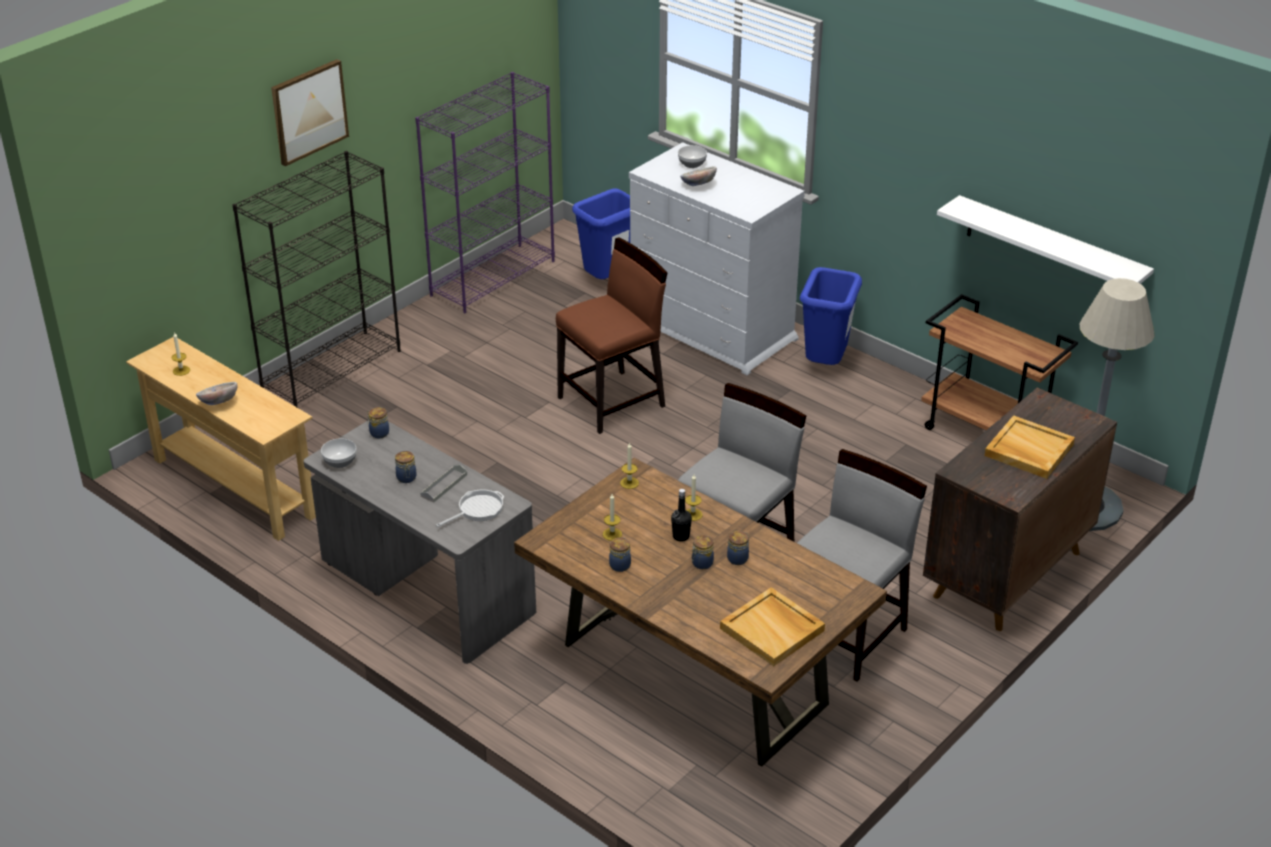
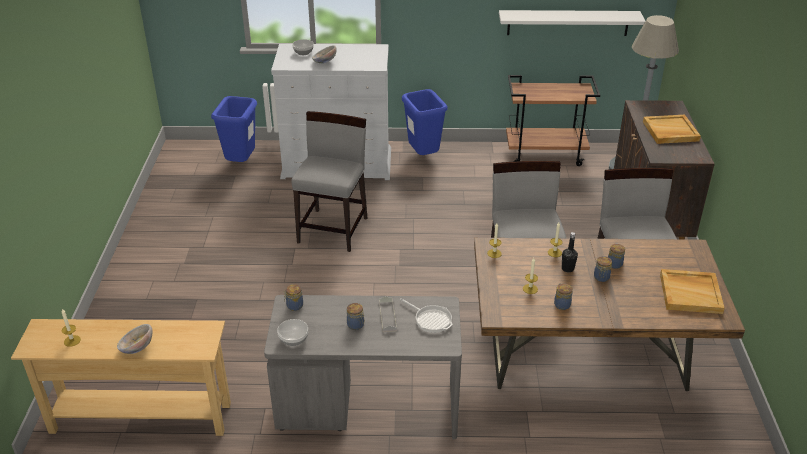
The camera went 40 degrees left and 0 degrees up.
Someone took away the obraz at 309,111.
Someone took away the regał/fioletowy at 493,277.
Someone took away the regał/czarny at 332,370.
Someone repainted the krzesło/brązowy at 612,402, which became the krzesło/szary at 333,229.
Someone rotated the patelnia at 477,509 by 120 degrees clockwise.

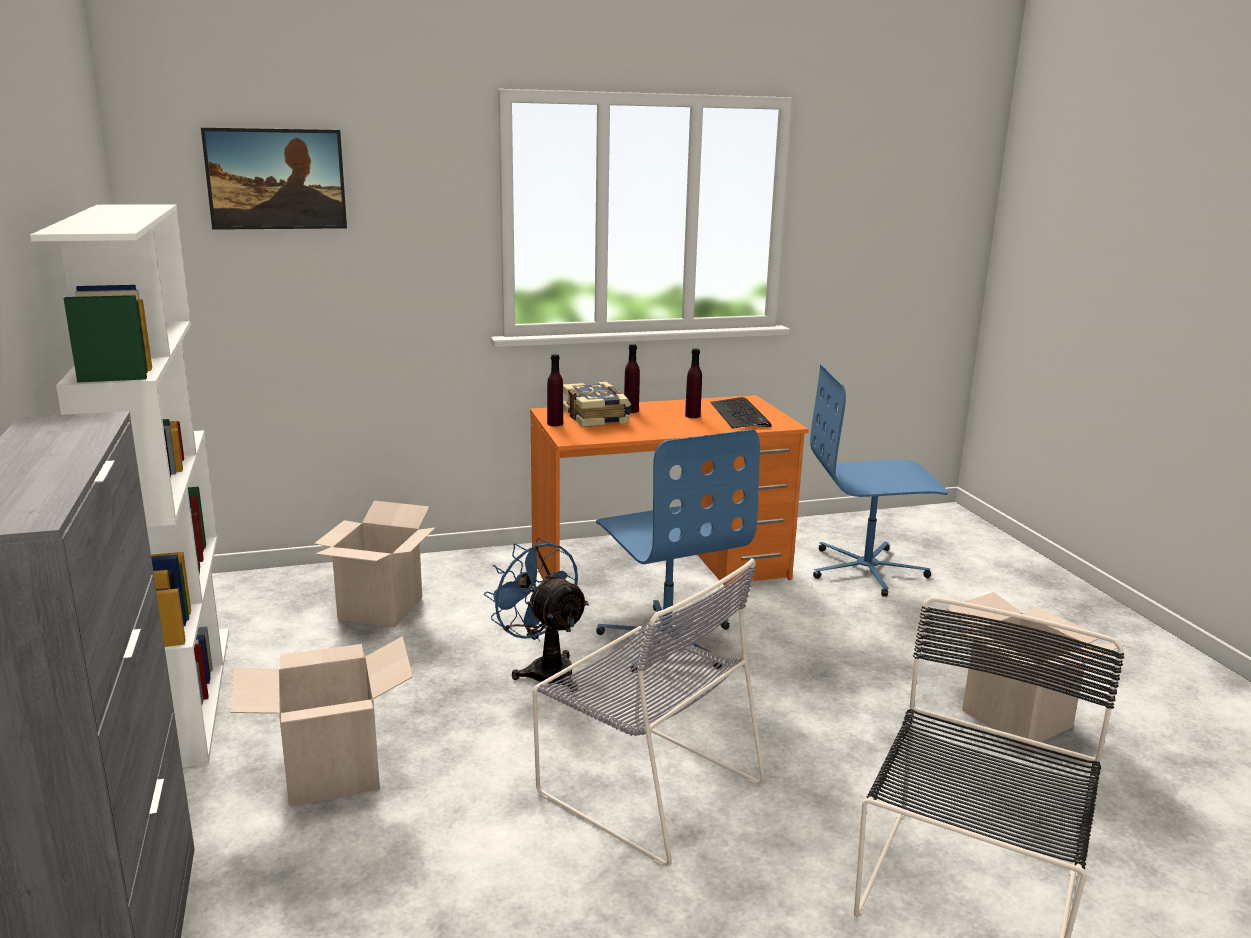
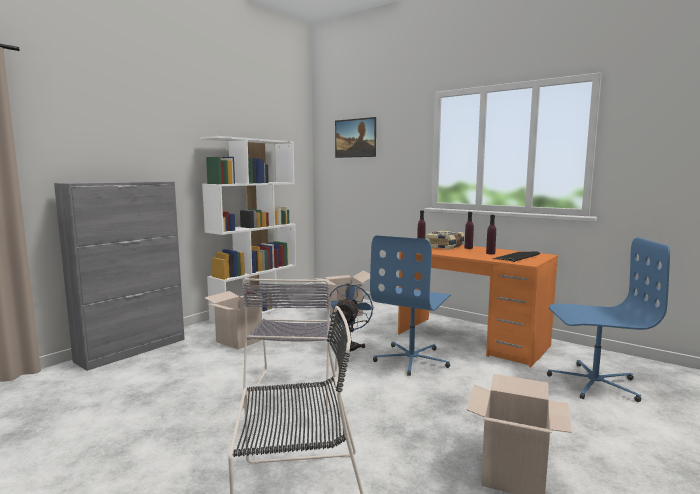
The camera went 55 degrees right and 10 degrees down.
Someone rotated the krzesło biurowe/niebieski at 867,570 by 135 degrees clockwise.

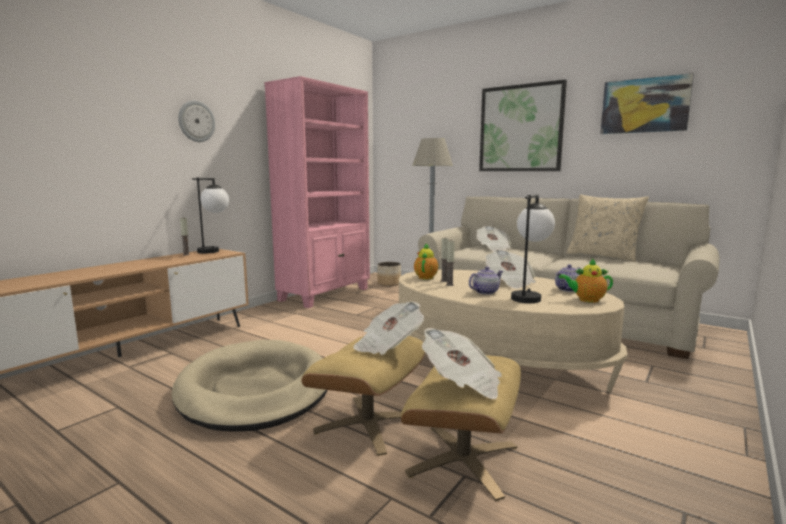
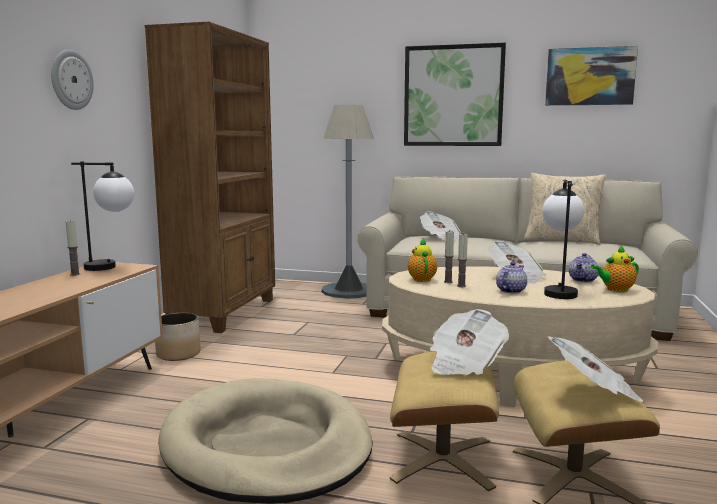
The camera went 20 degrees left and 0 degrees up.
Someone repainted the regał/różowy at 325,294, which became the regał/brązowy at 225,312.
Someone carried the donica from 389,284 to 179,354.

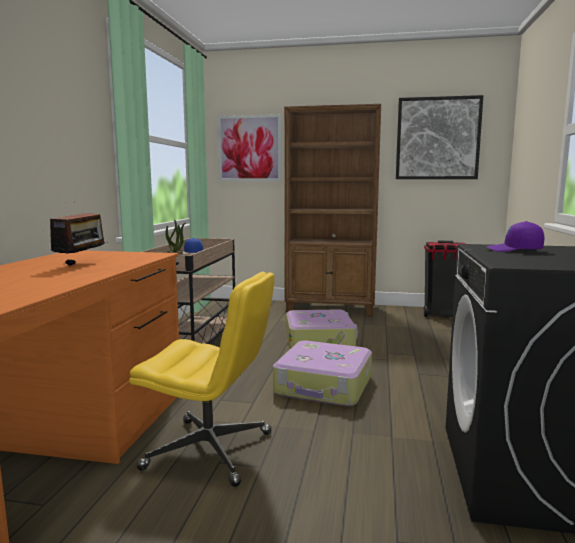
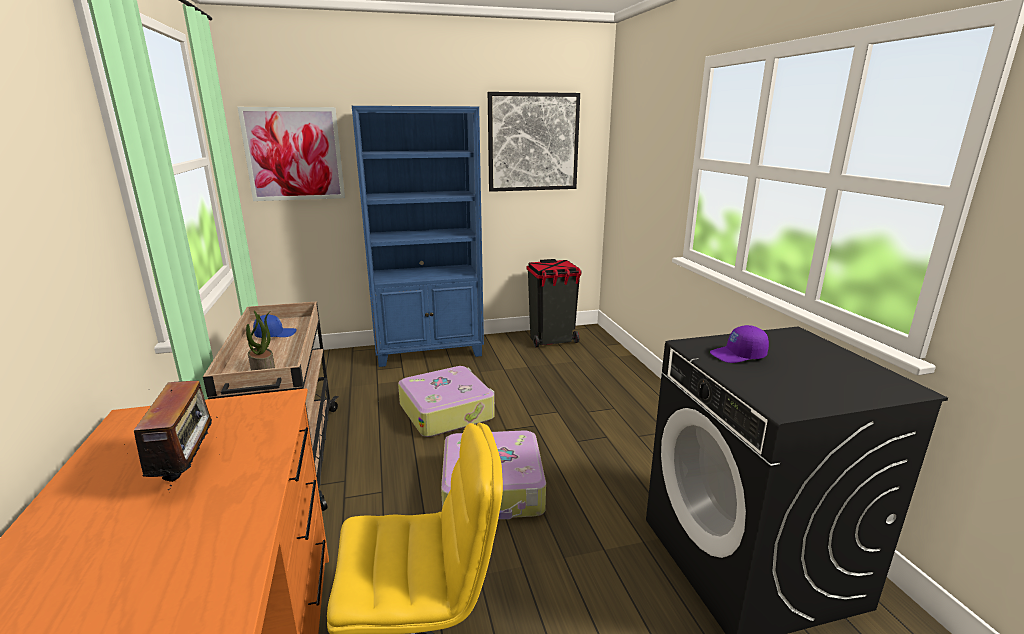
The camera went 25 degrees left and 10 degrees up.
Someone repainted the regał/brązowy at 331,309, which became the regał/niebieski at 429,351.

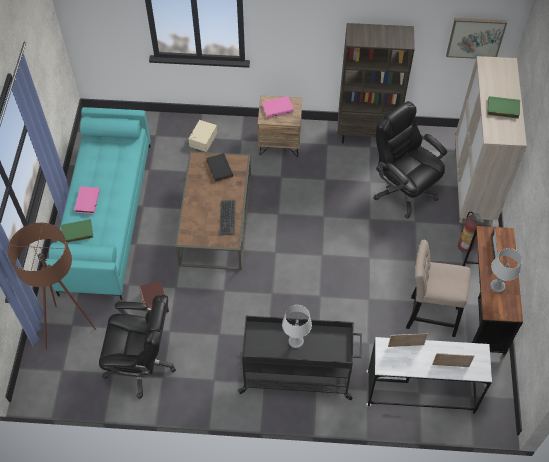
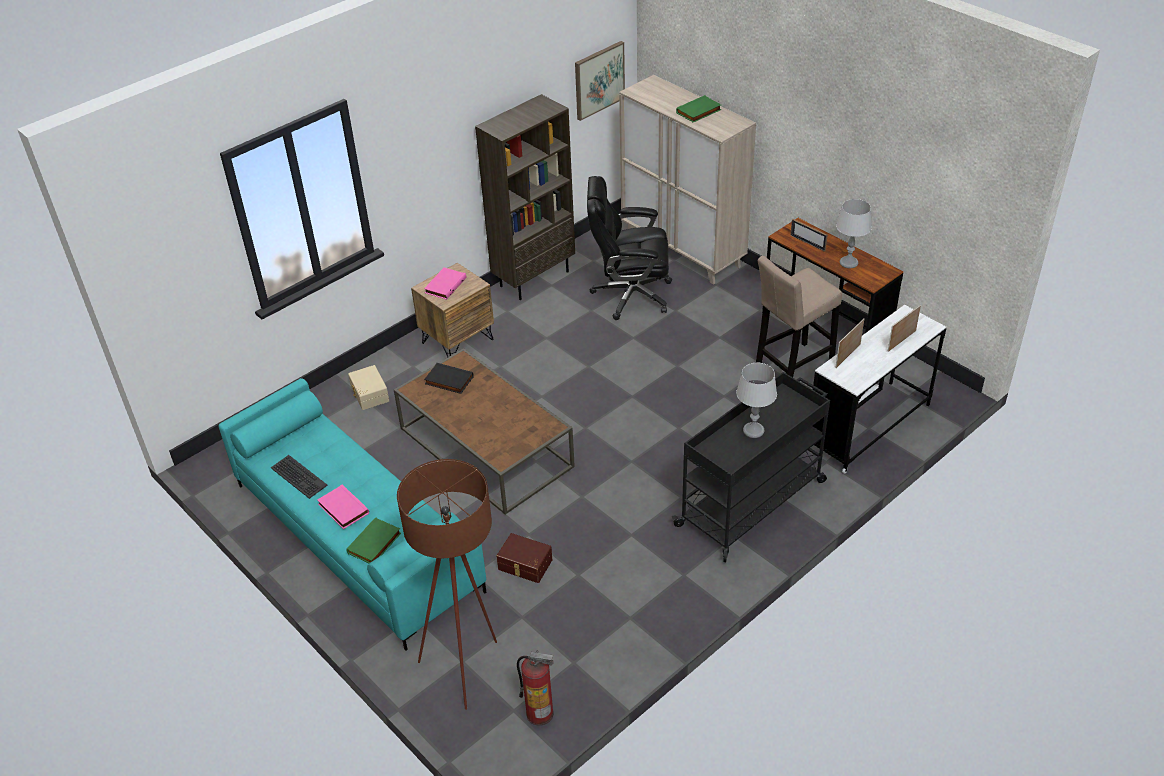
The camera went 45 degrees left and 15 degrees down.
Someone carried the klawiatura from 227,217 to 298,477.
Someone carried the gaśnica from 465,246 to 540,713.
Someone took away the krzesło biurowe/czarny at 141,363.

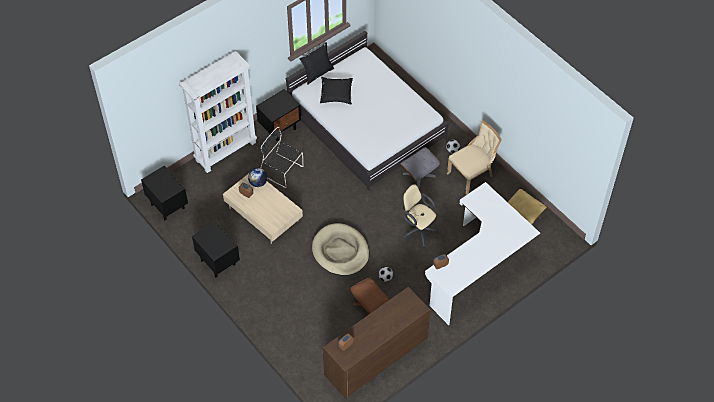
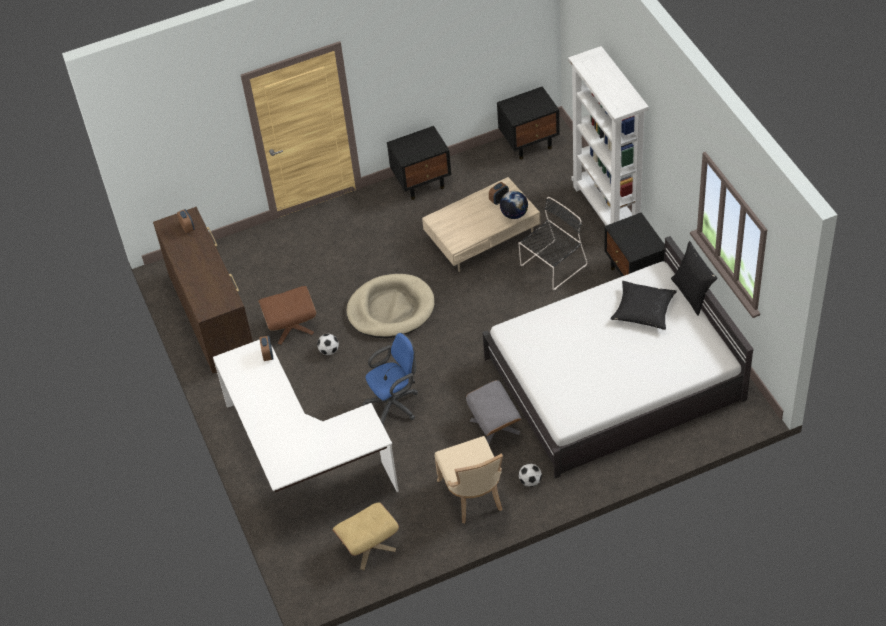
The camera went 110 degrees right and 5 degrees down.
Someone repainted the krzesło biurowe/beżowy at 418,229, which became the krzesło biurowe/niebieski at 395,404.

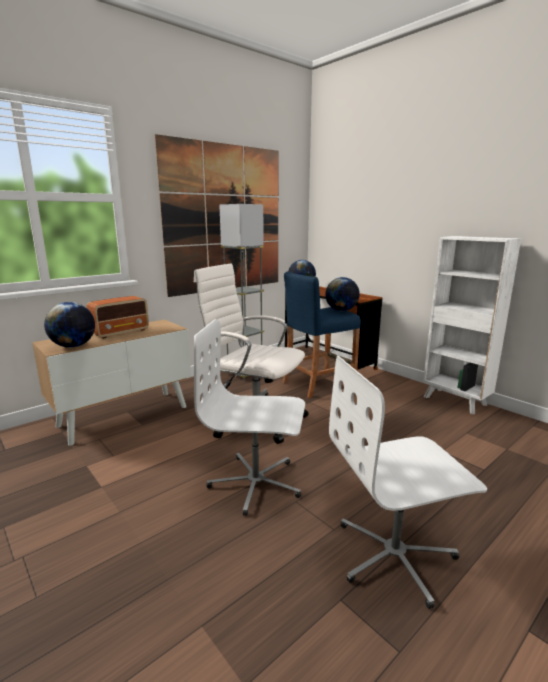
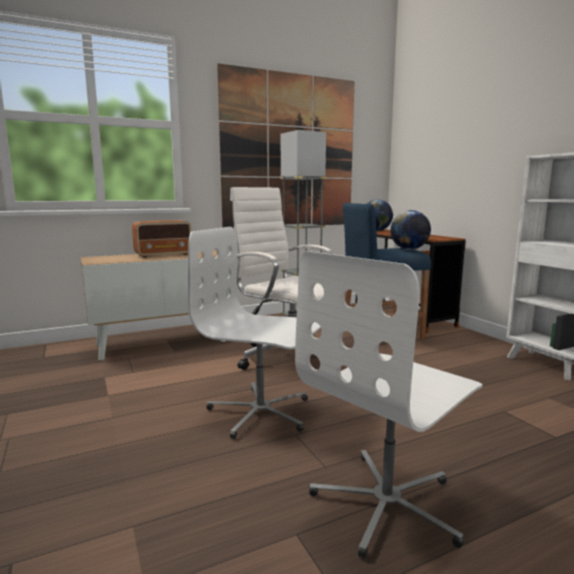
The camera went 15 degrees right and 5 degrees down.
Someone took away the globus at 73,346.
Someone rotated the krzesło biurowe/biały at 395,555 by 45 degrees counterclockwise.

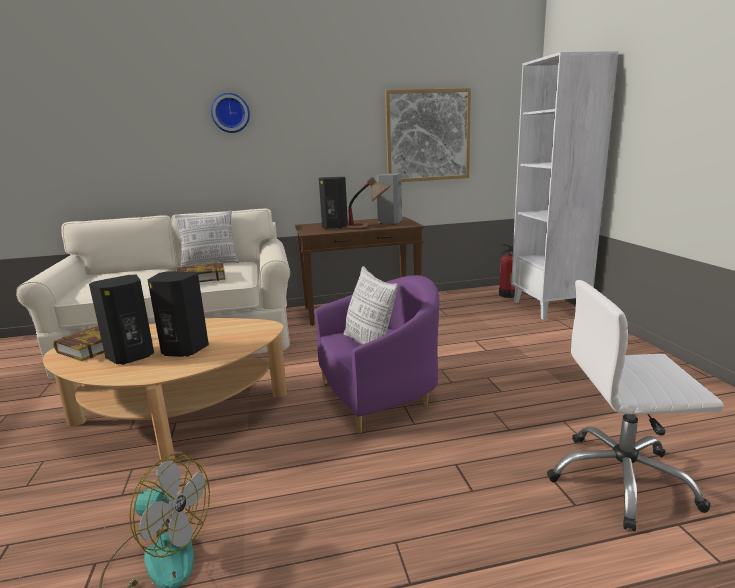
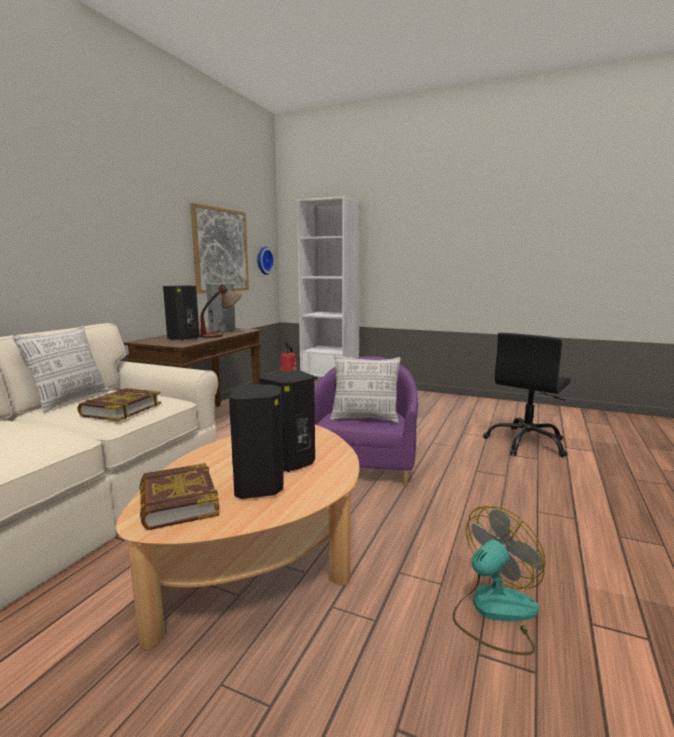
The camera went 55 degrees left and 5 degrees down.
Someone carried the zegar ścienny from 230,113 to 263,260.
Someone repainted the krzesło biurowe/biały at 621,480, which became the krzesło biurowe/czarny at 526,443.

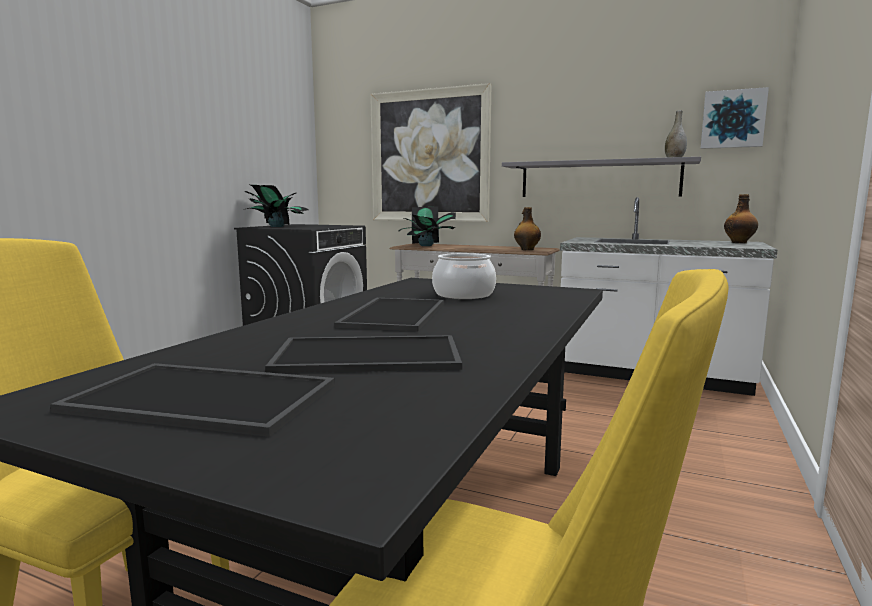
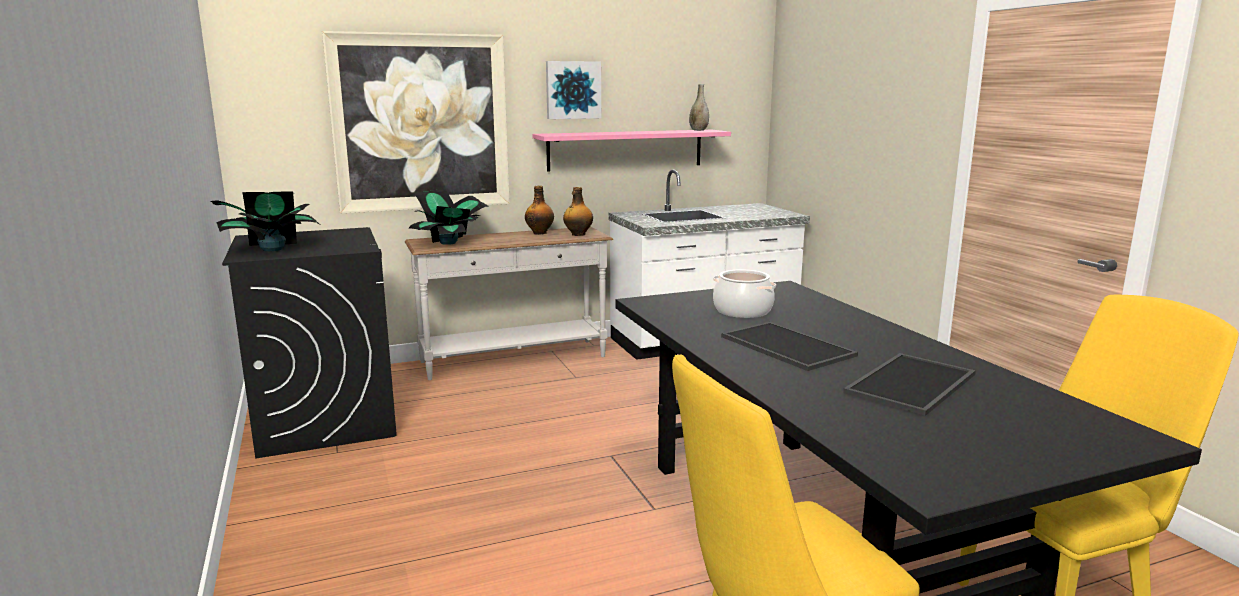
The camera went 45 degrees left and 5 degrees up.
Someone carried the obraz from 733,119 to 573,90.
Someone repainted the półka/szary at 598,179, which became the półka/różowy at 626,149.
Someone carried the butelka from 739,242 to 540,233.
Someone took away the taca at 207,396.

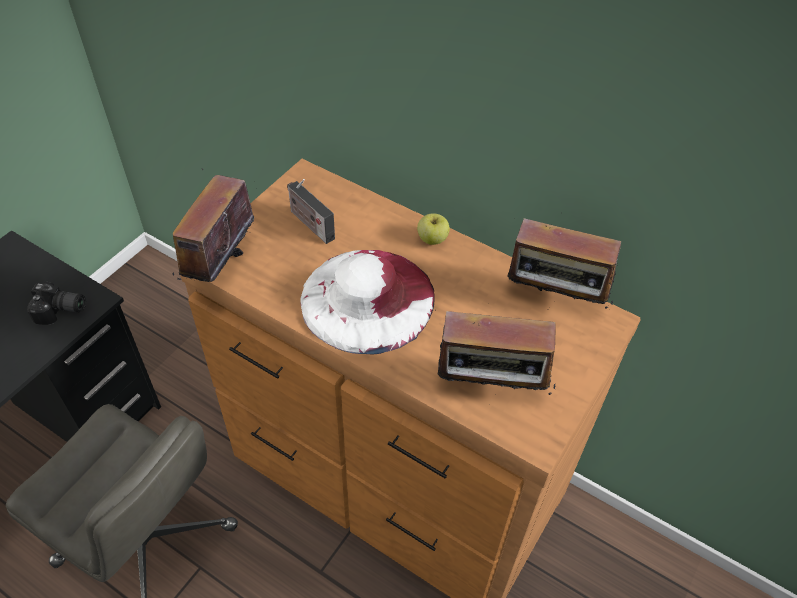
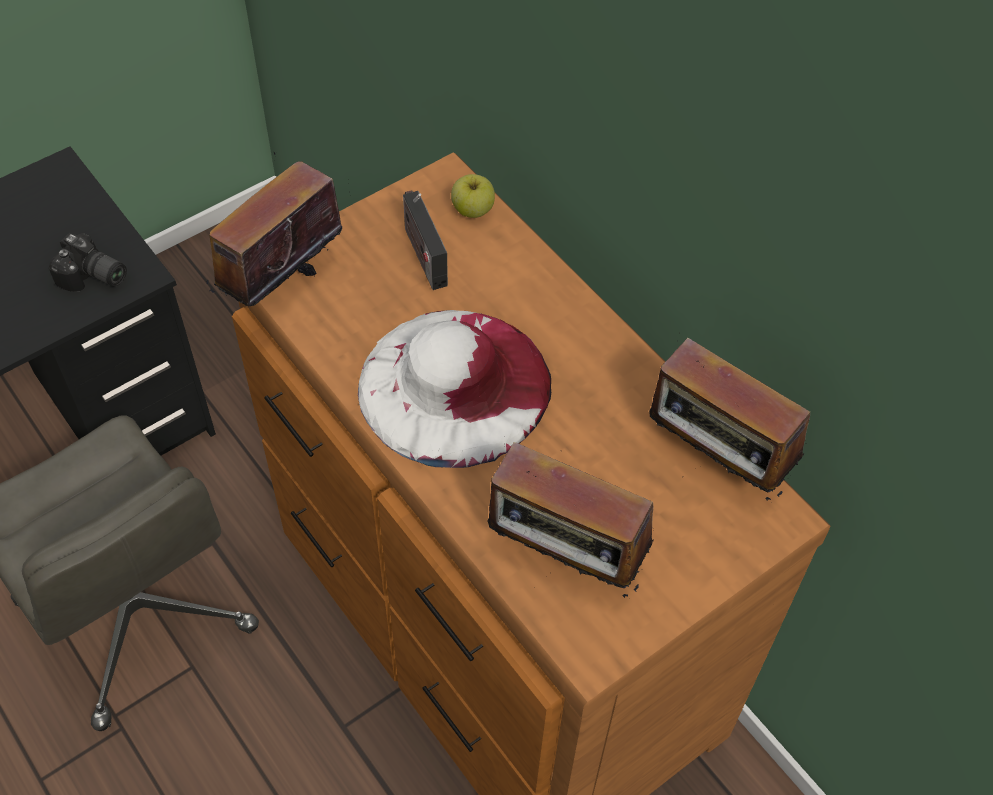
The camera went 20 degrees right and 5 degrees up.
Someone carried the jabłko from 432,239 to 473,210.

